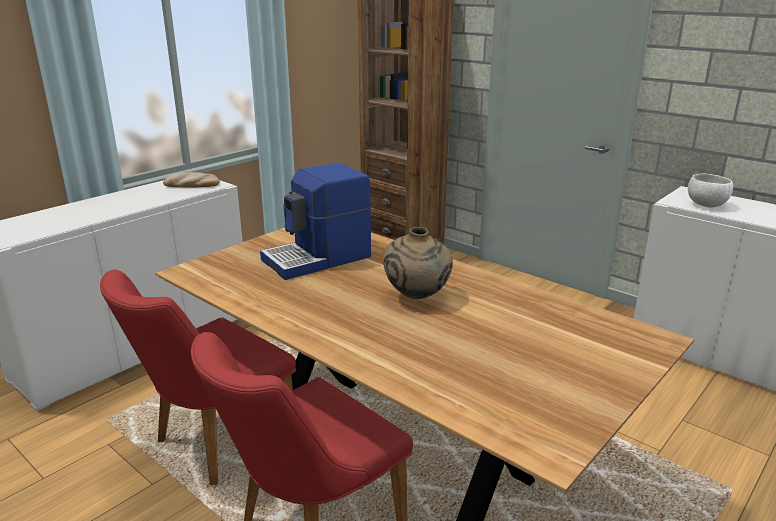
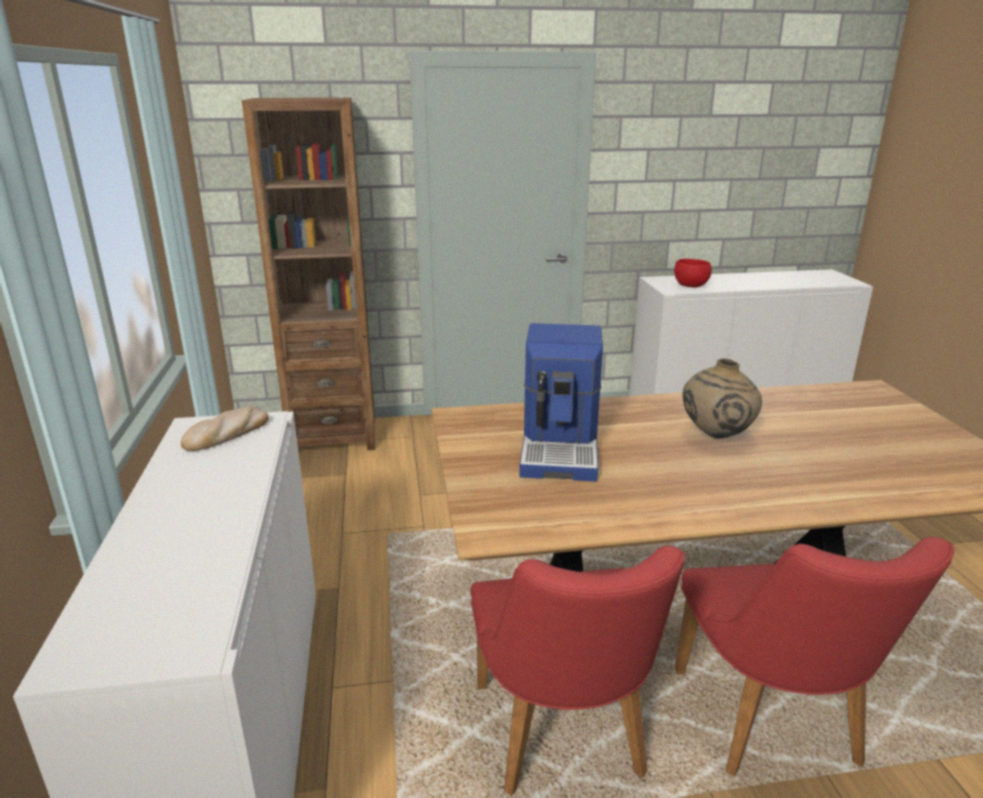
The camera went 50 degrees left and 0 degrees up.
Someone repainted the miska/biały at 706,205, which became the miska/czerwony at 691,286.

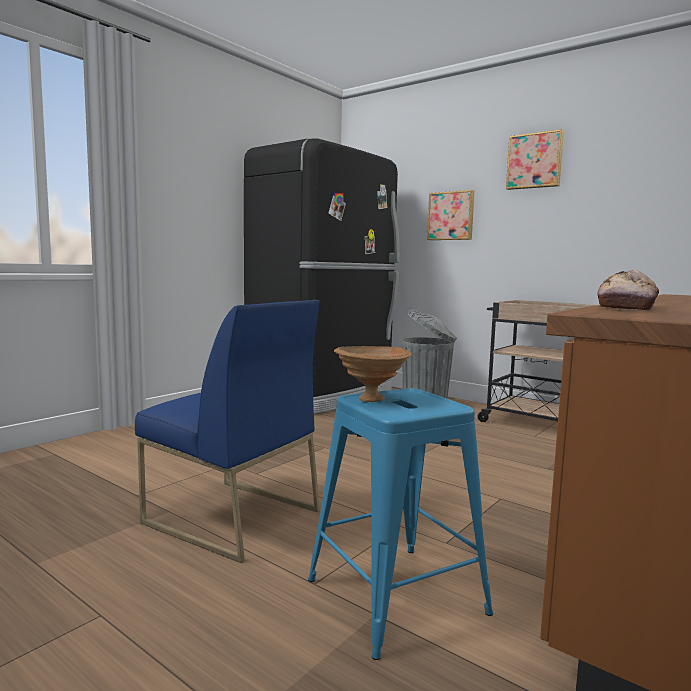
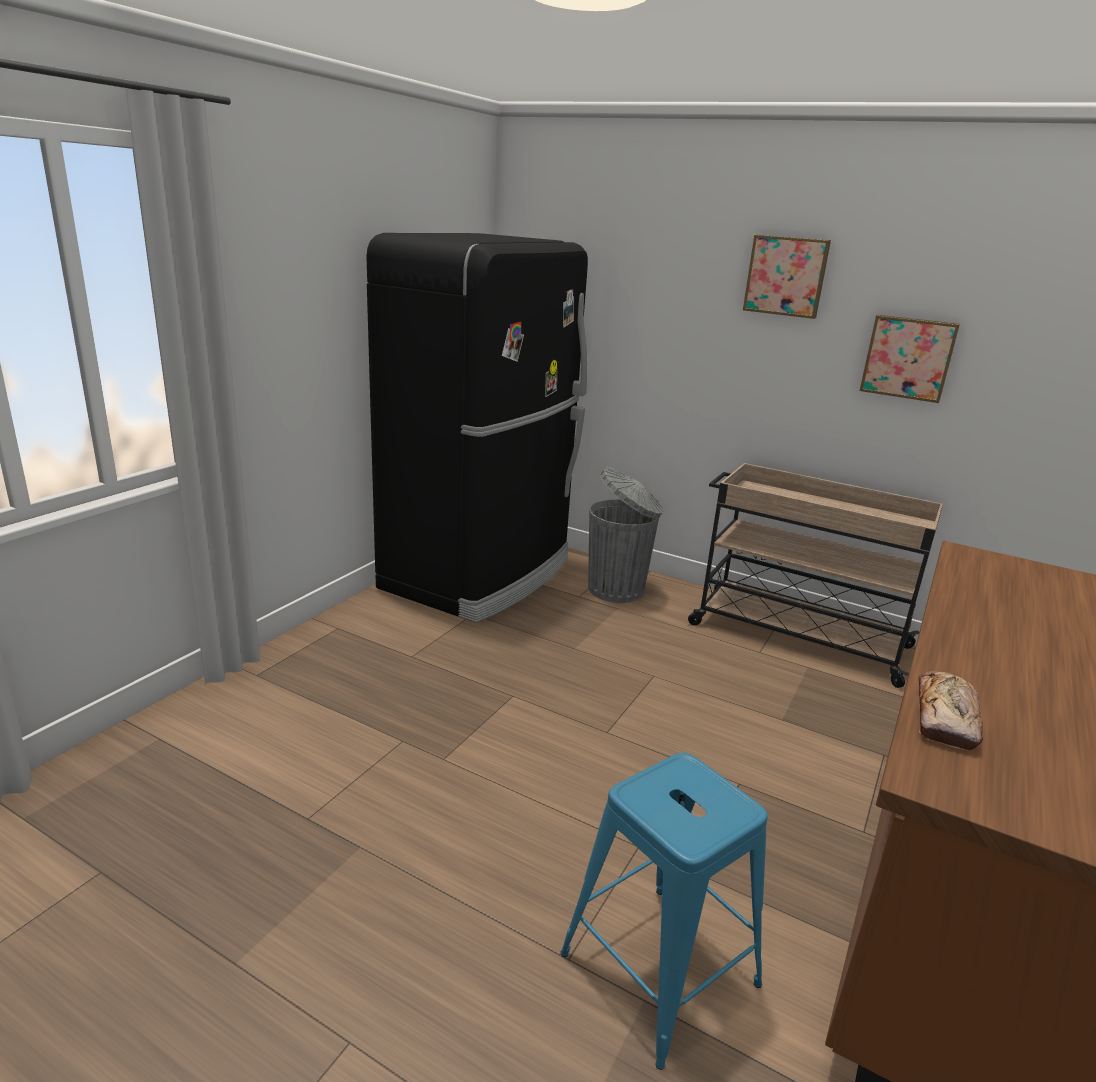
The camera went 10 degrees left and 15 degrees up.
Someone carried the obraz from 451,216 to 908,357.
Someone took away the krzesło/niebieski at 230,517.
Someone took away the miska/brązowy at 370,398.

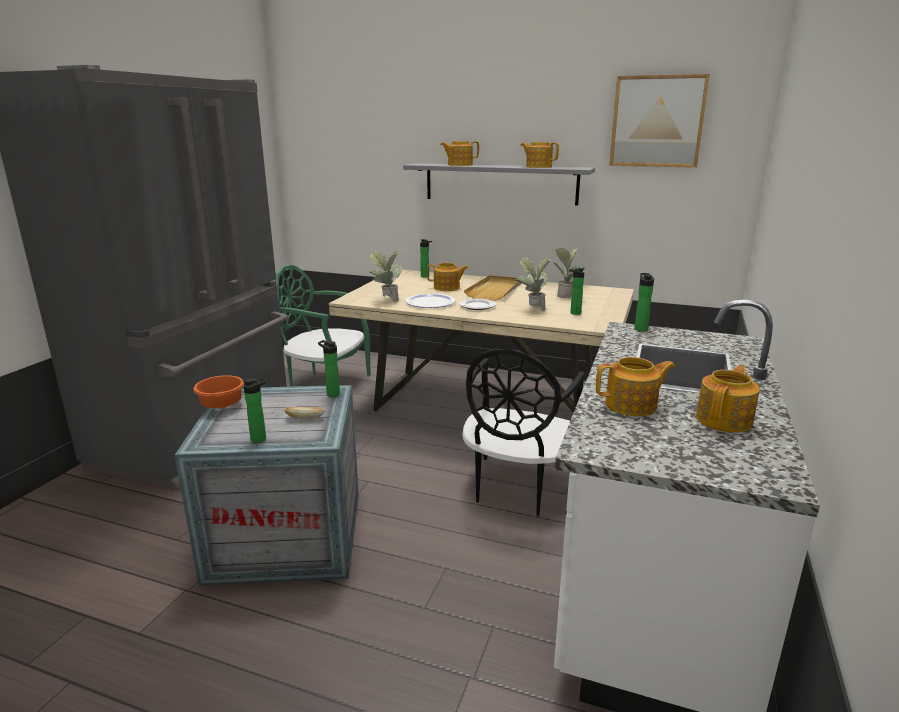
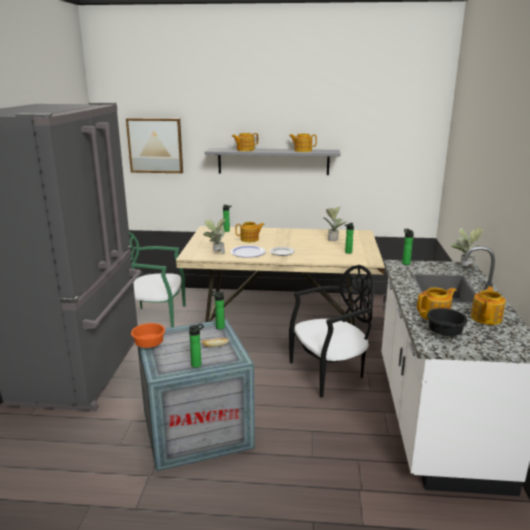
The camera went 15 degrees left and 0 degrees up.
Someone carried the obraz from 657,121 to 155,145.
Someone carried the roślina doniczkowa from 532,309 to 463,268.
Someone took away the taca/beżowy at 495,290.
Someone rotated the krzesło/czarny at 517,487 by 120 degrees counterclockwise.
Someone put down the miska/czarny at 443,332.

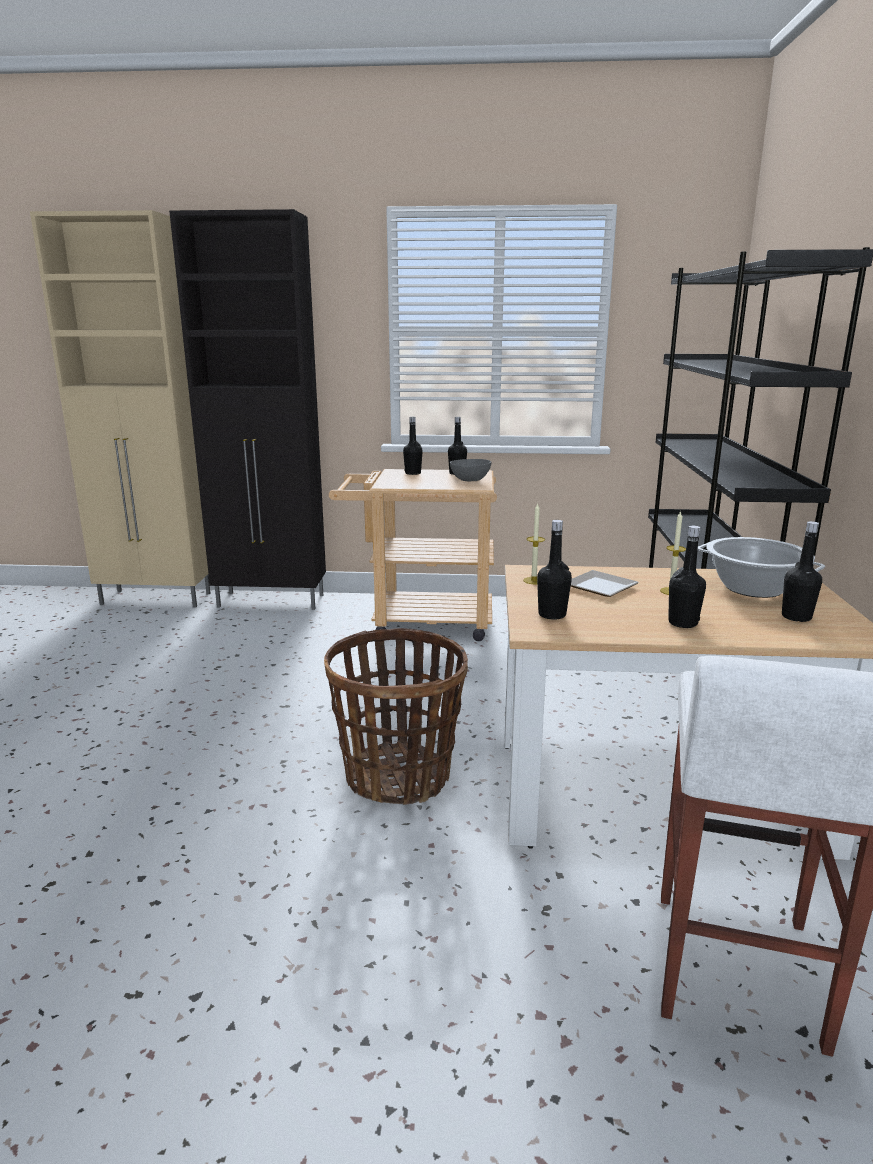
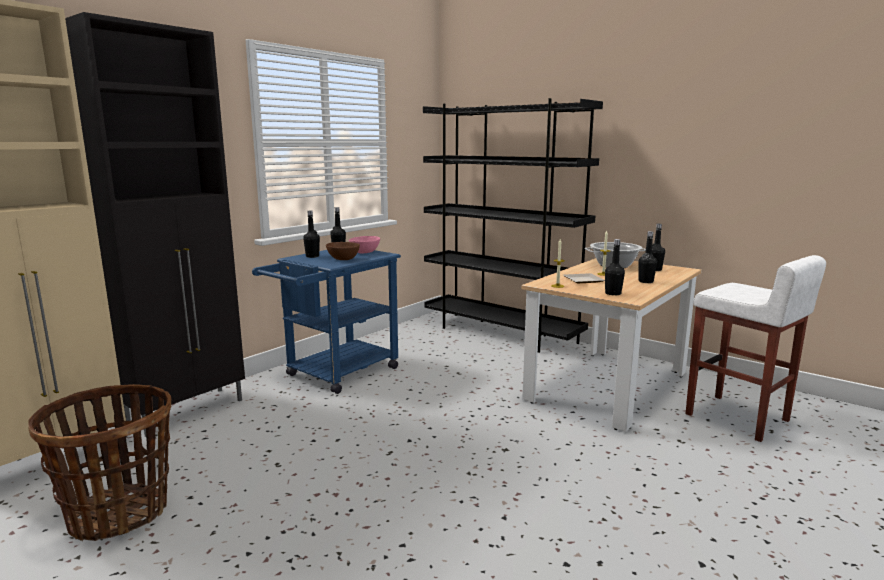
The camera went 55 degrees left and 5 degrees down.
Someone repainted the miska/szary at 471,480, which became the miska/różowy at 365,252.
Someone repainted the wózek/beżowy at 420,621, which became the wózek/niebieski at 335,374.
Someone carried the koszyk from 398,777 to 119,513.
Someone put down the miska/brązowy at 343,259.

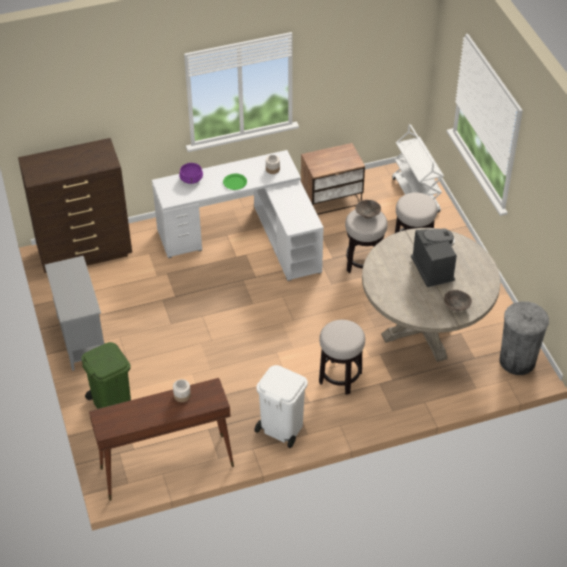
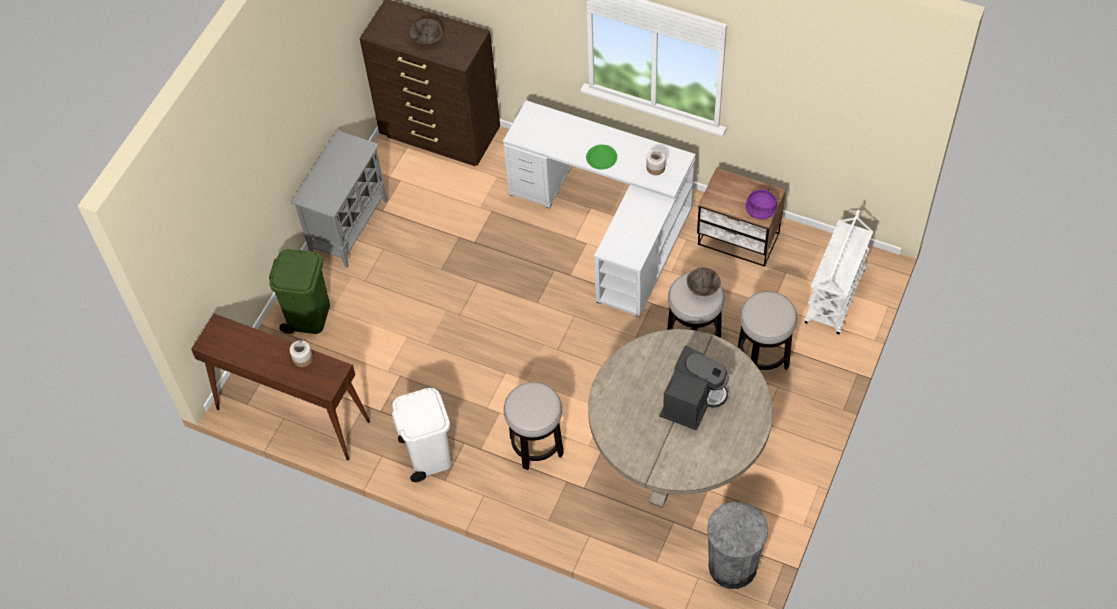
The camera went 45 degrees right and 10 degrees up.
Someone carried the garnek/fioletowy from 191,179 to 760,210.
Someone carried the miska/brązowy from 456,306 to 427,39.

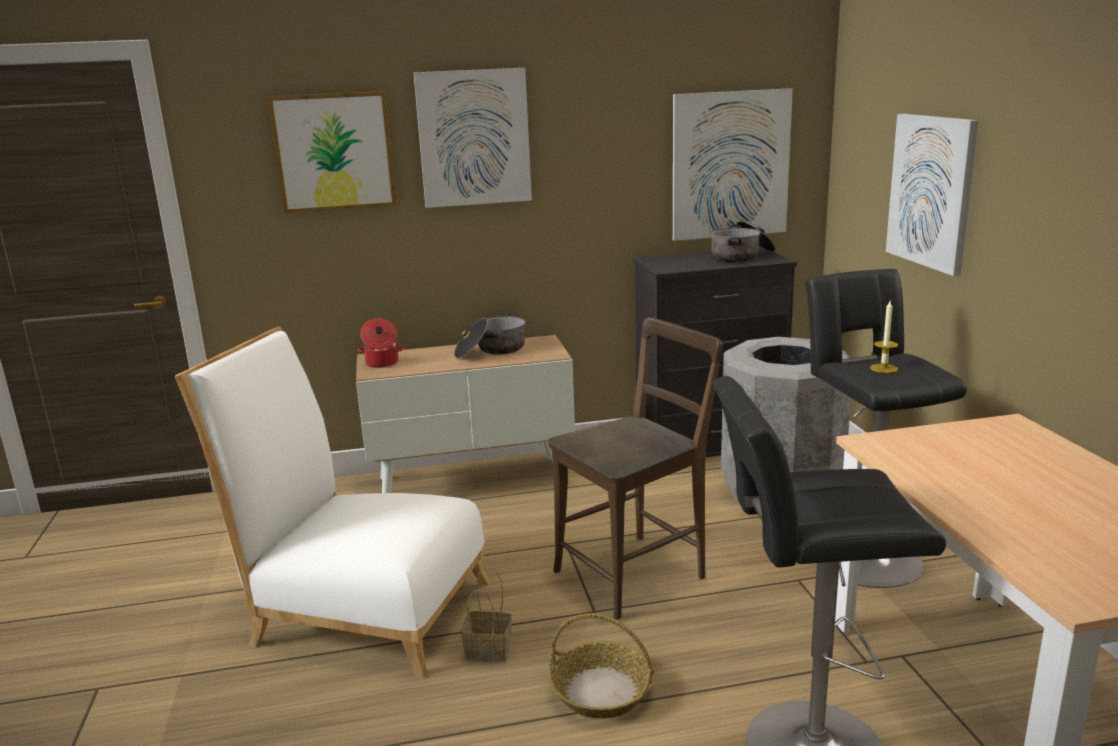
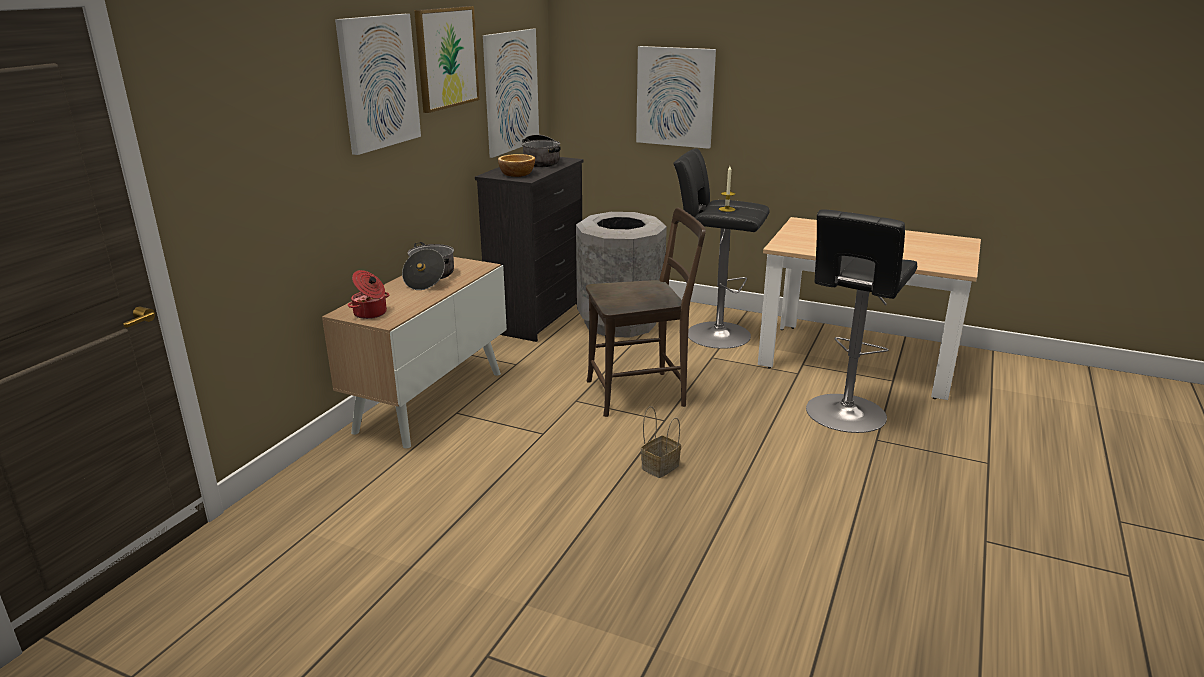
The camera went 55 degrees left and 5 degrees up.
Someone carried the obraz from 334,152 to 446,58.
Someone rotated the krzesło/brązowy at 636,572 by 75 degrees clockwise.
Someone took away the krzesło/biały at 361,609.
Someone took away the koszyk at 600,691.
Someone put down the miska at 517,174.

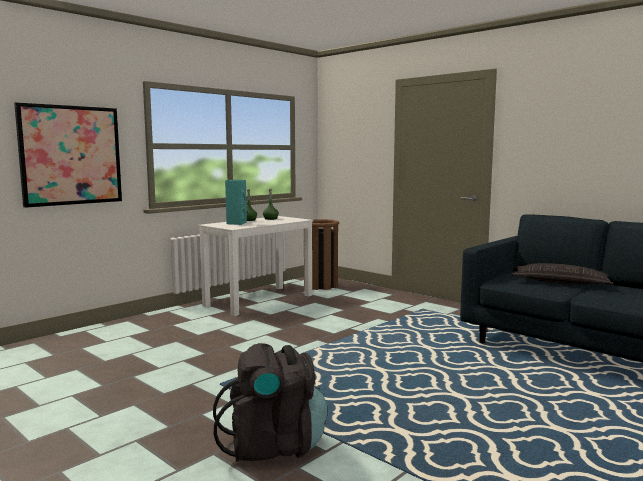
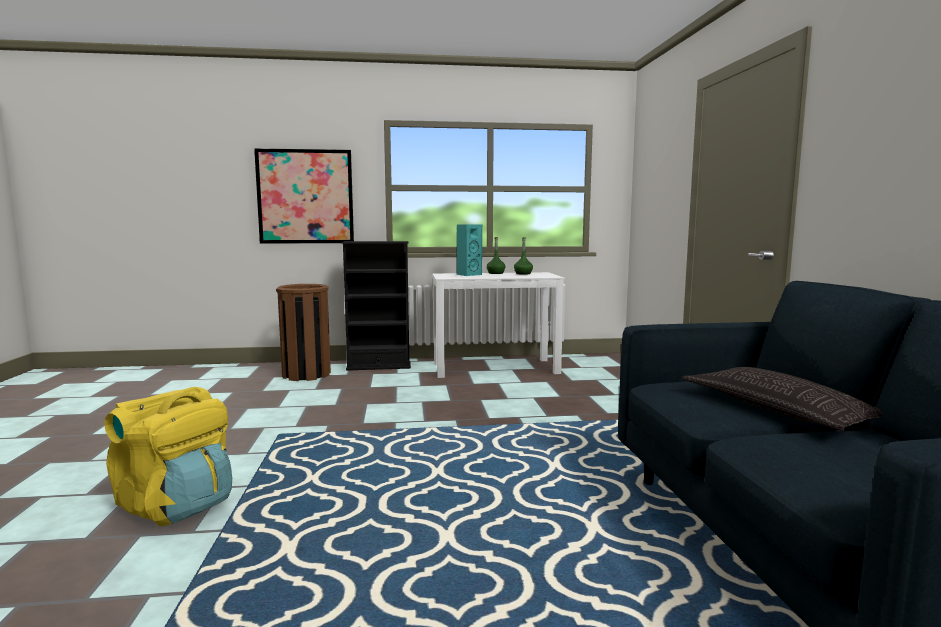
The camera went 40 degrees right and 0 degrees up.
Someone carried the kosz na śmieci/brązowy from 321,285 to 306,374.
Someone repainted the plecak/czarny at 273,445, which became the plecak/żółty at 176,505.
Someone put down the regał/czarny at 379,366.

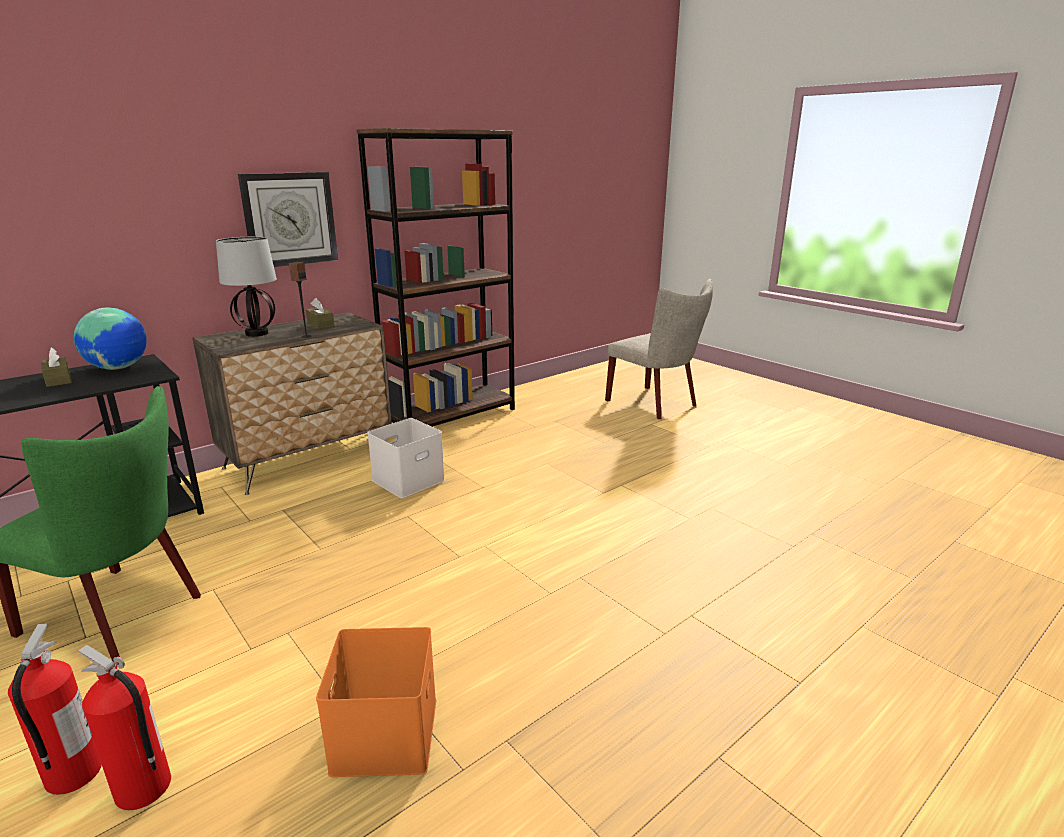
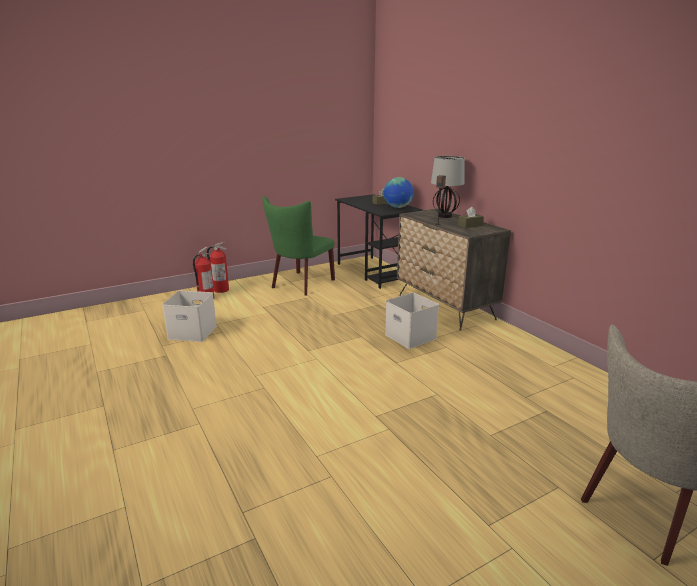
The camera went 100 degrees right and 0 degrees up.
Someone took away the regał/brązowy at 451,416.
Someone took away the zegar ścienny at 290,219.
Someone repainted the pojemnik do przechowywania/pomarańczowy at 383,733, which became the pojemnik do przechowywania/biały at 193,332.

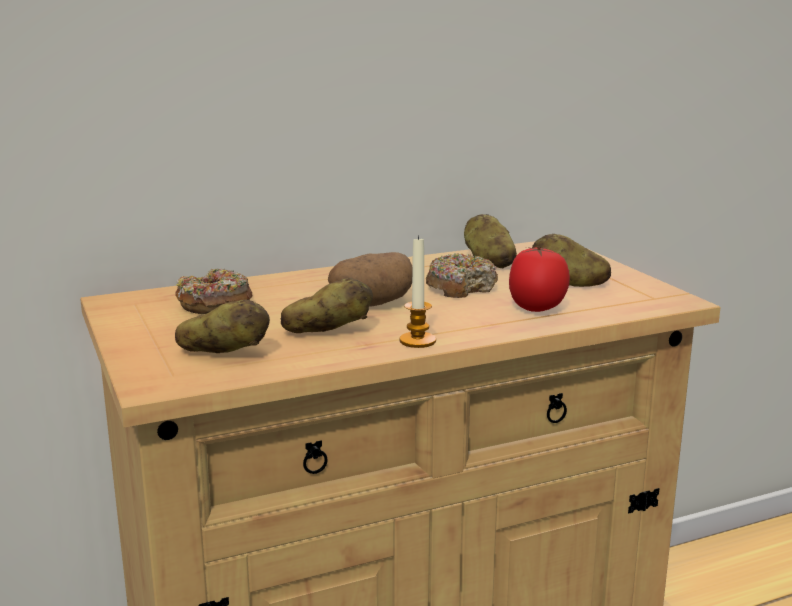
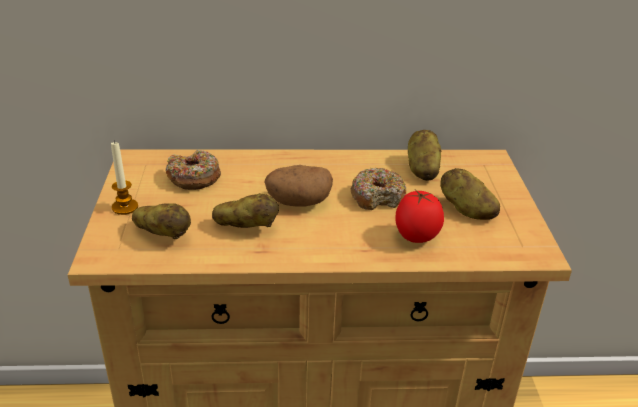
The camera went 20 degrees right and 15 degrees up.
Someone carried the świeca from 417,341 to 125,207.

